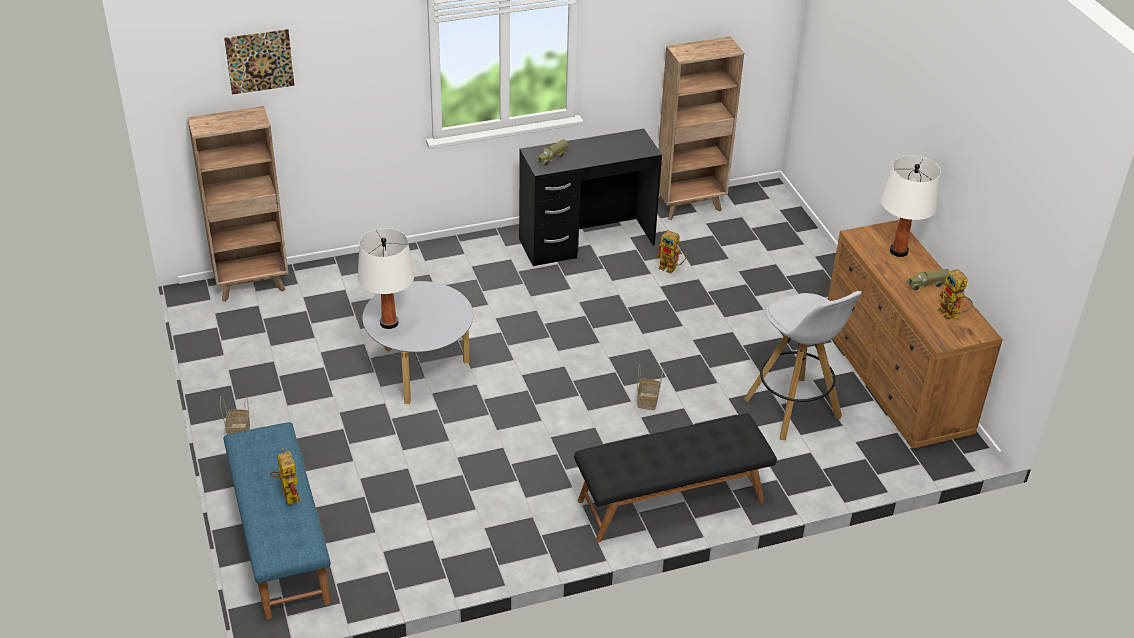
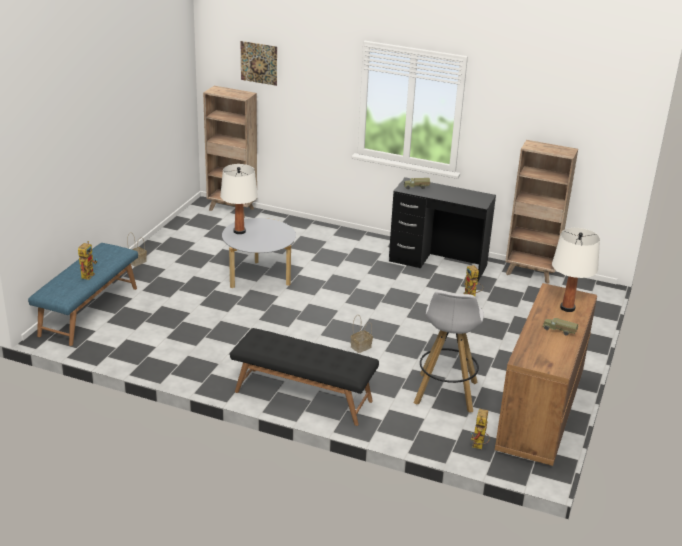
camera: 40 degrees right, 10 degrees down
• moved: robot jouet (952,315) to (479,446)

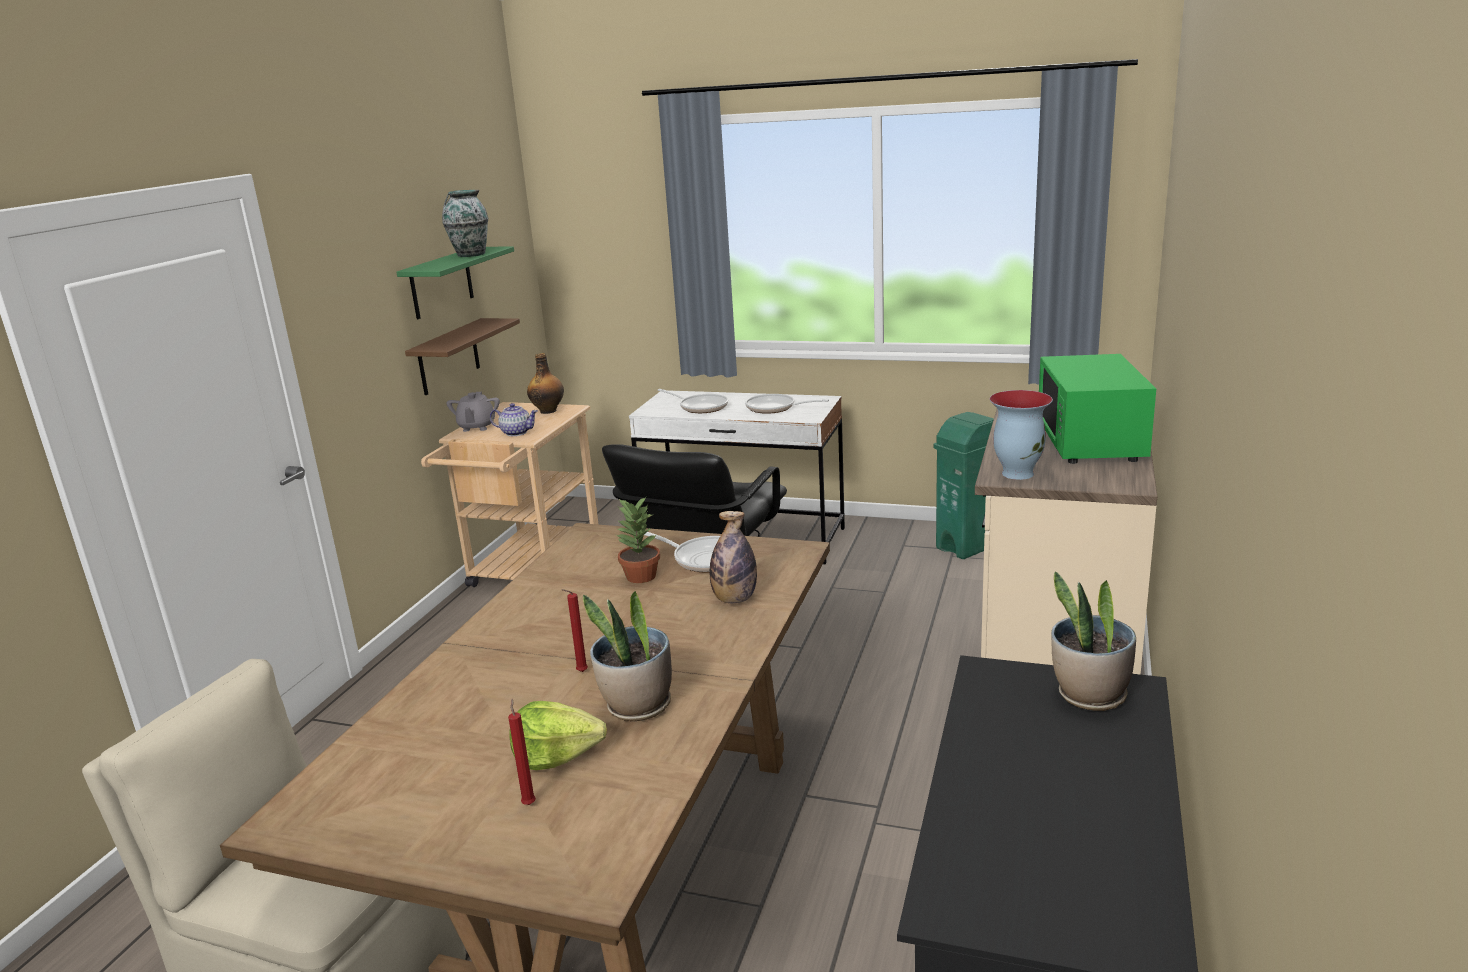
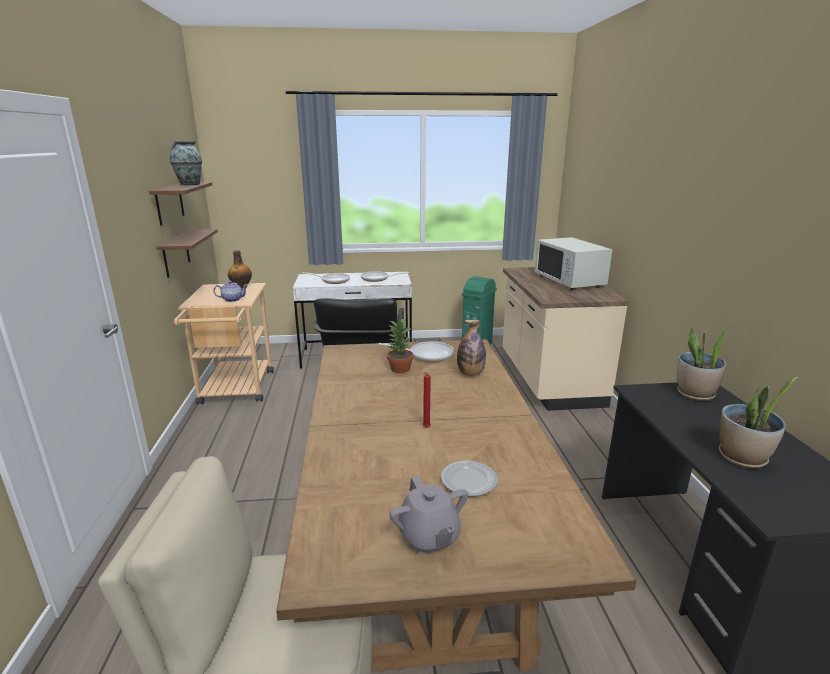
camera: 25 degrees left, 0 degrees up
• recoloured: étagère [vert] (441,283) to étagère [marron] (169,203)
• moved: théière [gris] (476,427) to (429,537)
• replaced: laitue (556,755) to assiette (468,480)
• recoloured: micro-ondes [vert] (1091,443) to micro-ondes [blanc] (569,281)
• moved: plante en pot (637,706) to (742,458)
• removed: bougie [rouge] (529,803)
• removed: vase (1017,473)

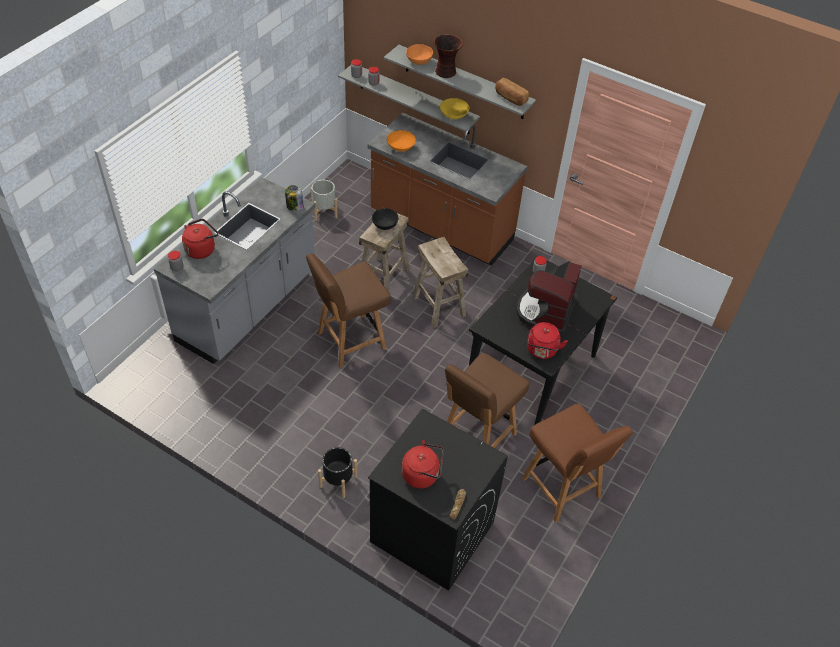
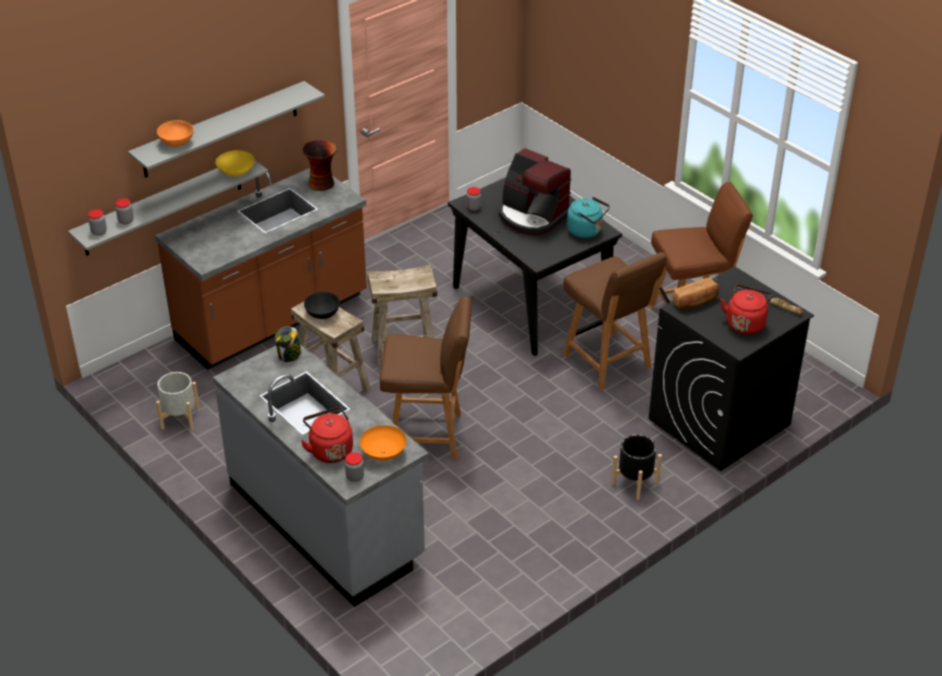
camera: 70 degrees left, 10 degrees down
• moved: vase (446,72) to (322,183)
• moved: bol [orange] (401,148) to (384,453)
• turned: chaise [marron] (350,341) = (428,435) 75 degrees counterclockwise
• recoloured: bouilloire [rouge] (542,351) to bouilloire [turquoise] (586,231)
• moved: pain (510,98) to (695,302)

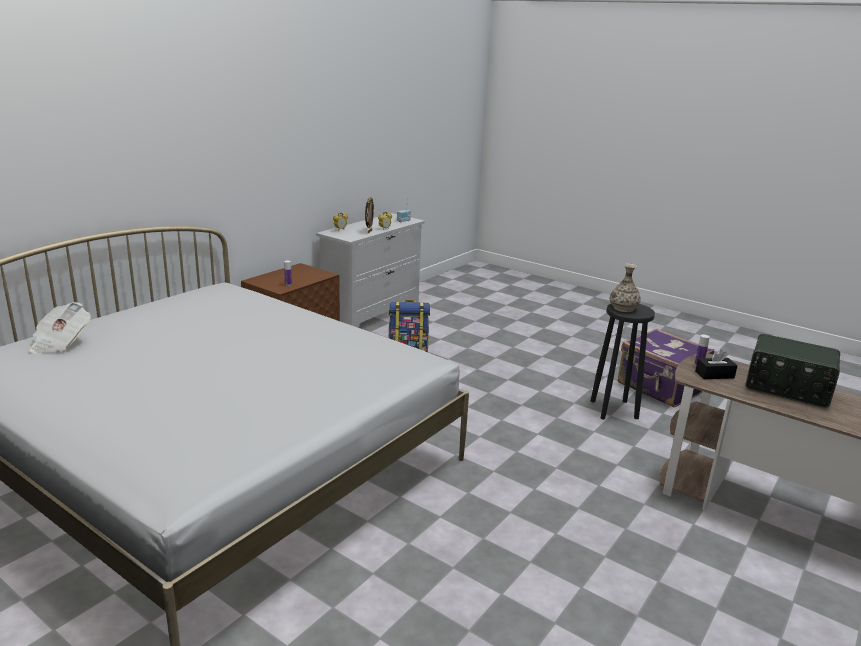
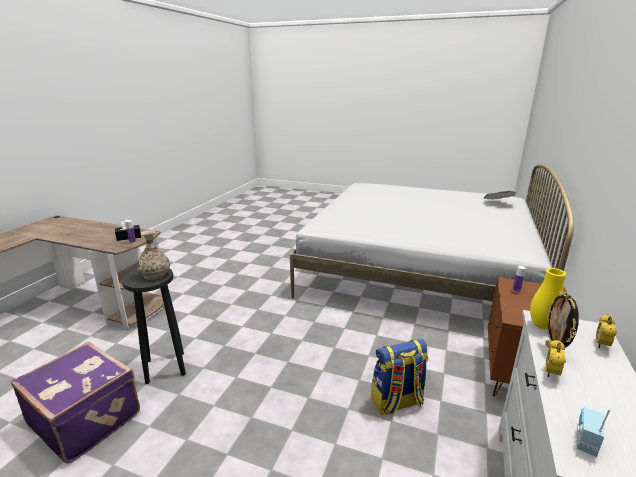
camera: 165 degrees right, 0 degrees up
• added: vase [jaune] (542,326)
• removed: radio (787,389)

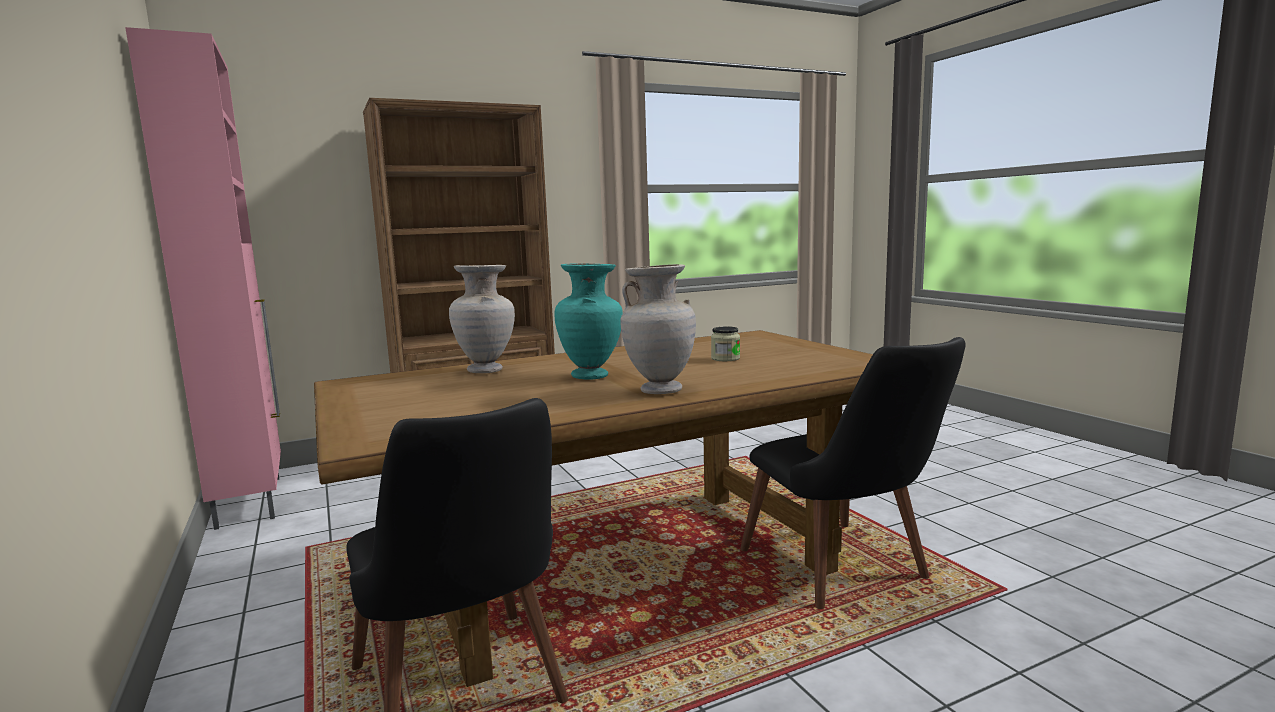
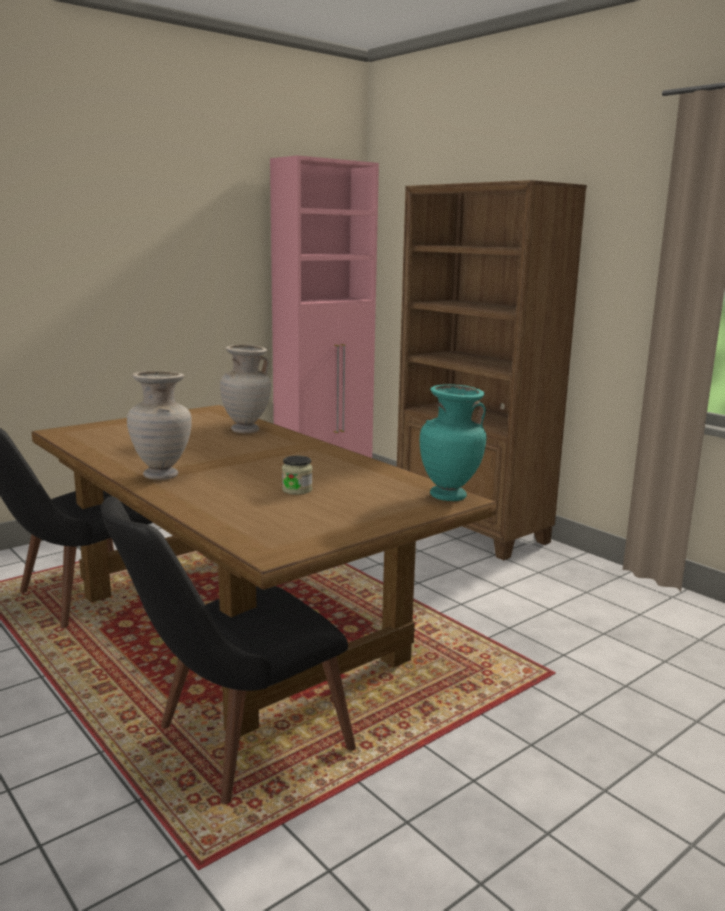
camera: 75 degrees right, 5 degrees up
• moved: vase [turquoise] (591,376) to (449,496)

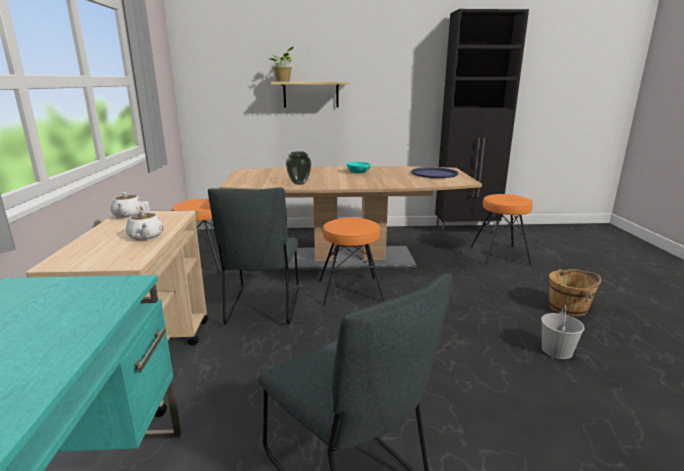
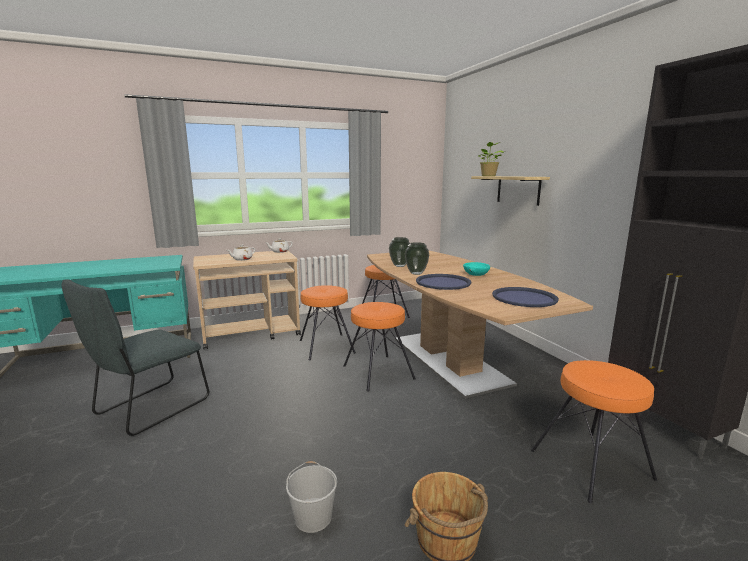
camera: 70 degrees right, 5 degrees down
• replaced: chaise [gris] (263,308) to tabouret [orange] (326,346)
• added: vase (416,273)
• added: plateau [bleu] (443,282)

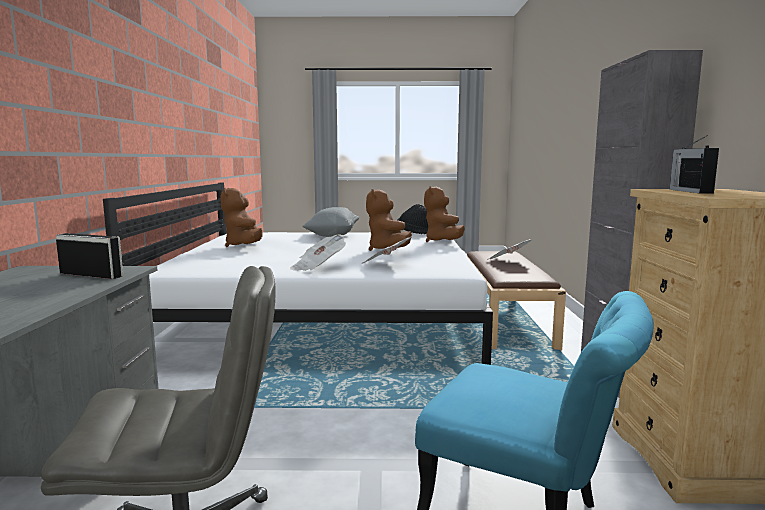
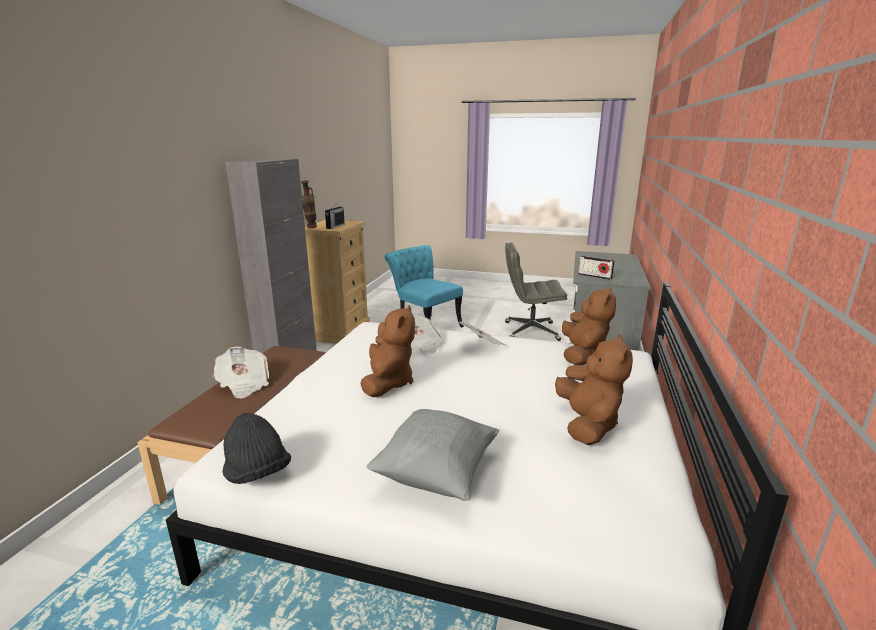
camera: 165 degrees left, 10 degrees up
• added: vase (310,228)
• moved: peluche [marron] (443,242) to (582,355)

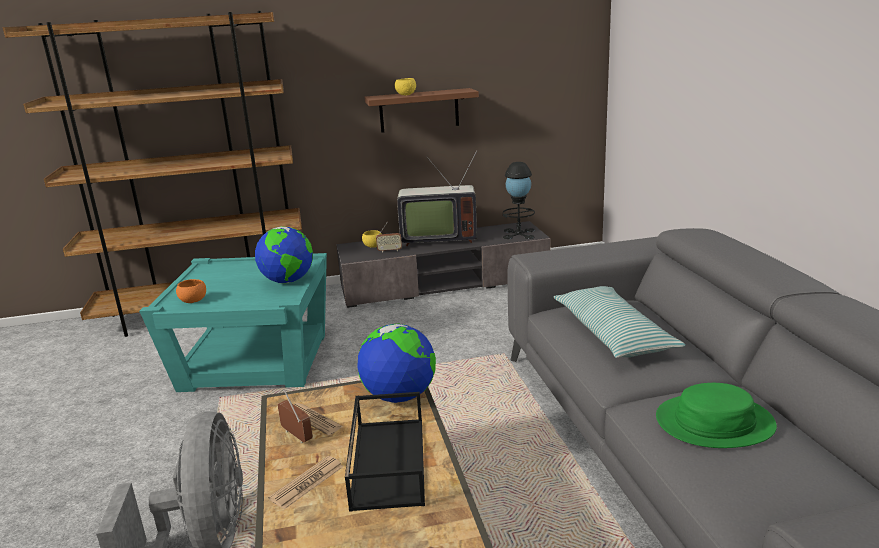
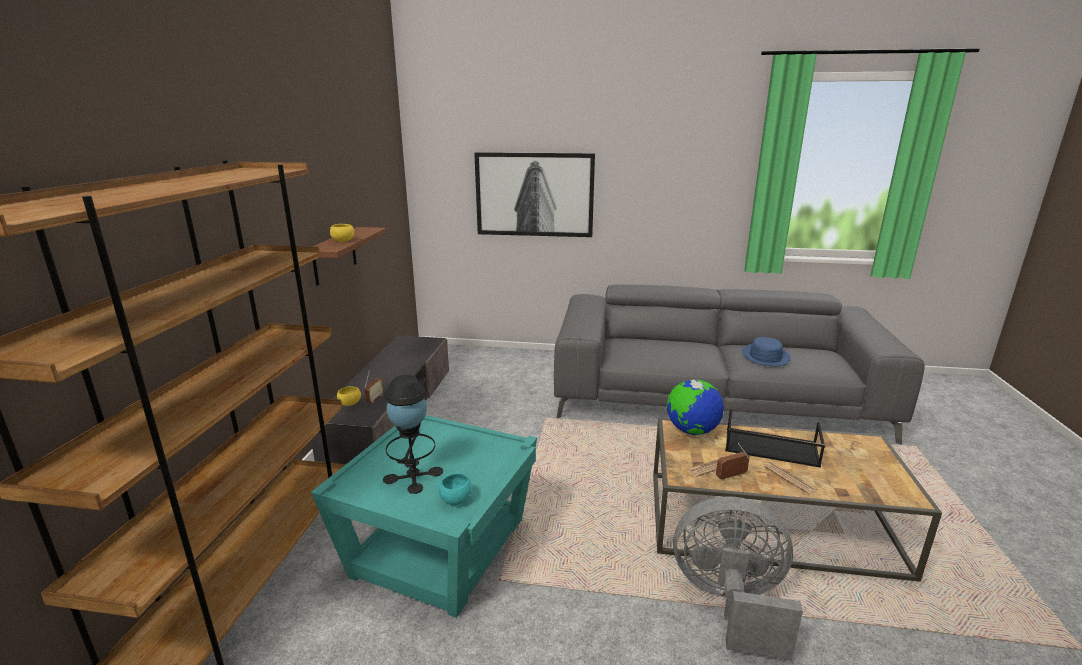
camera: 70 degrees left, 0 degrees up
• moved: lampe de table [noir] (518,234) to (413,475)
• recoloured: bol [orange] (193,301) to bol [turquoise] (456,500)
• added: tableau (534,194)
• recoloured: chapeau [vert] (714,422) to chapeau [bleu] (765,356)
• removed: globe (288,281)
• removed: téléviseur (437,238)
• removed: coussin (613,334)

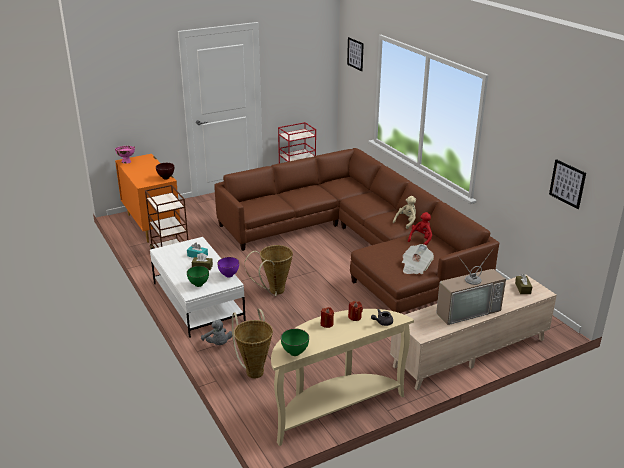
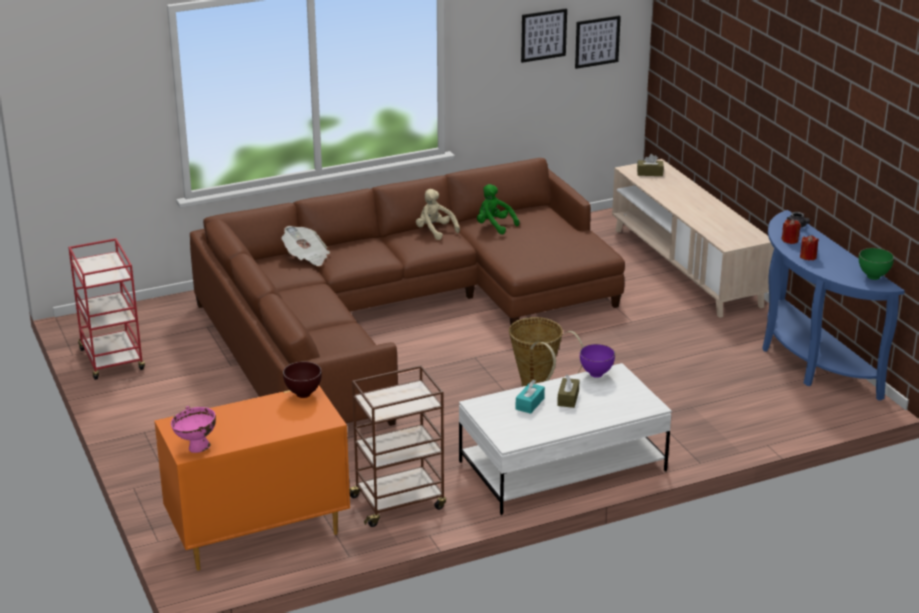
camera: 85 degrees left, 0 degrees up
• moved: journal (415,267) to (306,257)
• recoloured: peluche [rouge] (421,239) to peluche [vert] (494,226)
• moved: tableau (355,54) to (543,35)
• recoloured: table console [beige] (334,408) to table console [bleu] (808,361)
• removed: bol [vert] (199,284)
• removed: peluche [gris] (218,344)
• removed: panier (254,370)
• removed: téléviseur (466,309)

